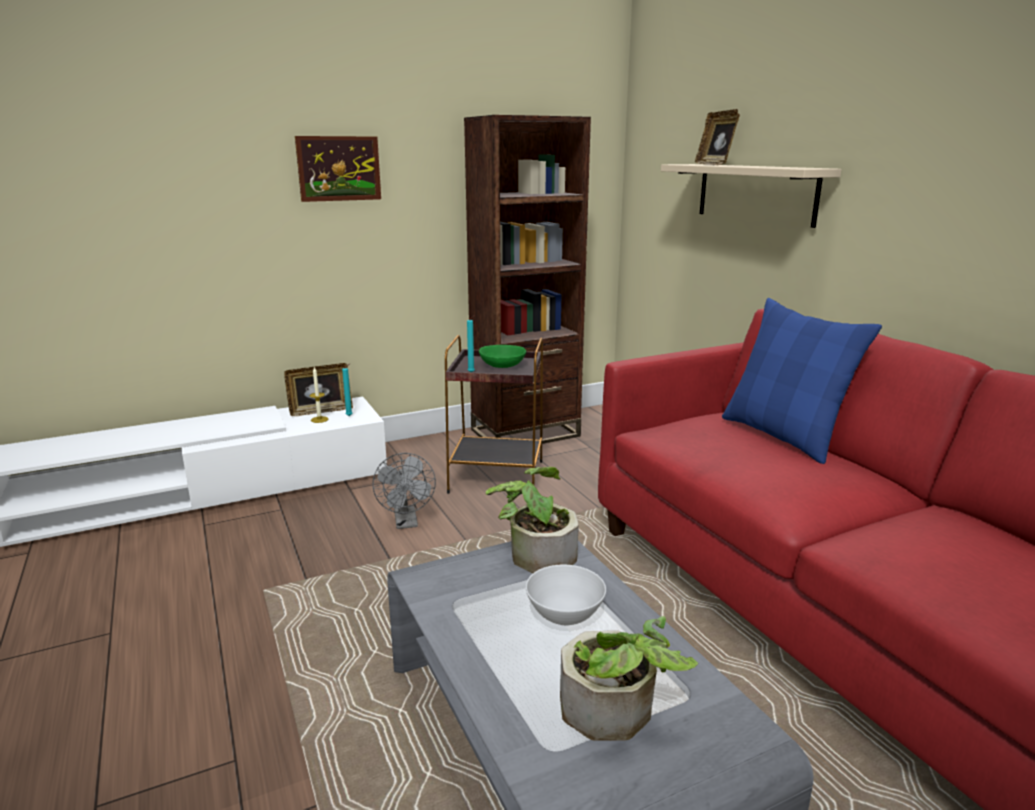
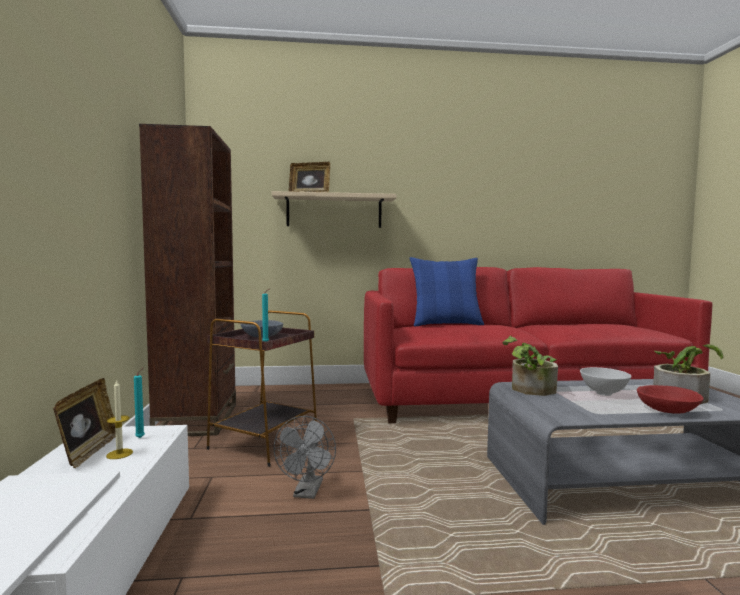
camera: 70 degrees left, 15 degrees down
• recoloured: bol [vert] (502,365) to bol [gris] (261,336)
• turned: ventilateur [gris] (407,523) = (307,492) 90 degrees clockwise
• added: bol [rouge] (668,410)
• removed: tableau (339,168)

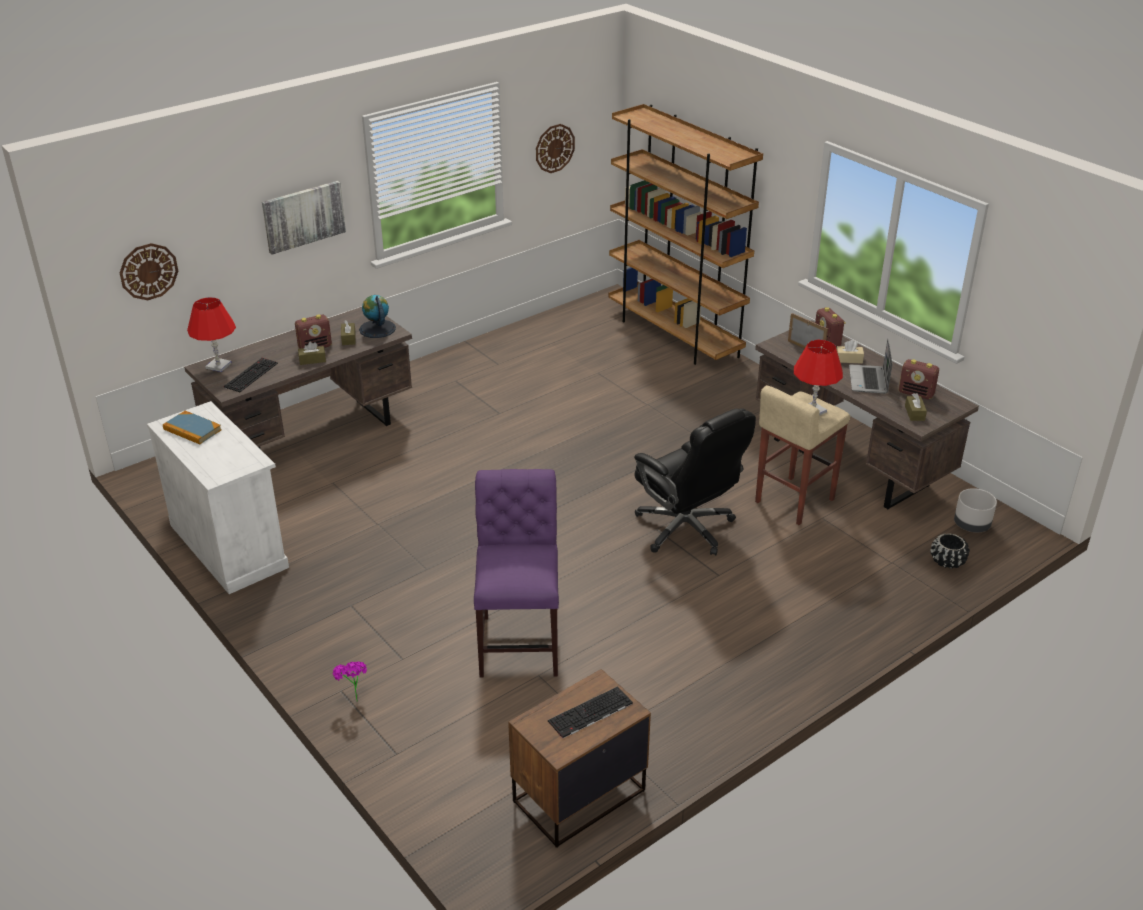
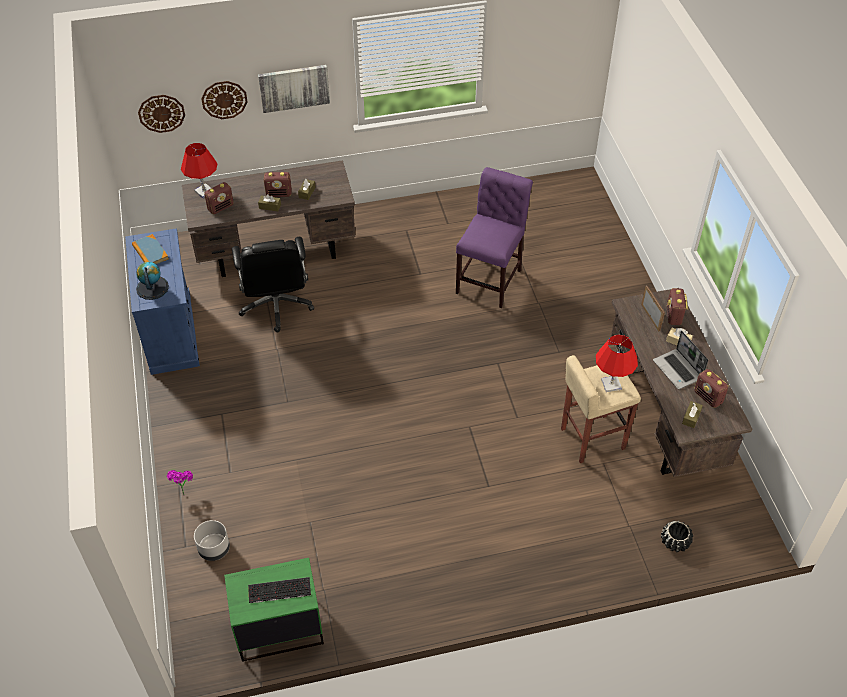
camera: 25 degrees right, 15 degrees up
• recoloured: meuble de rangement [blanc] (229,546) to meuble de rangement [bleu] (171,332)
• moved: globe (377,329) to (152,288)
• moved: cache-pot [gris] (971,525) to (214,549)
• moved: horloge murale (554,148) to (224,99)
• replaced: clavier (251,374) to radio (221,207)
• recoloured: table de chevet [marron] (577,795) to table de chevet [vert] (278,628)
• moved: chaise de bureau [noir] (686,529) to (276,305)
• moved: chaise [violet] (520,640) to (491,279)
• turned: ordinateur portable (869,381) = (678,370) 60 degrees counterclockwise
• removed: bibliothèque [marron] (674,336)

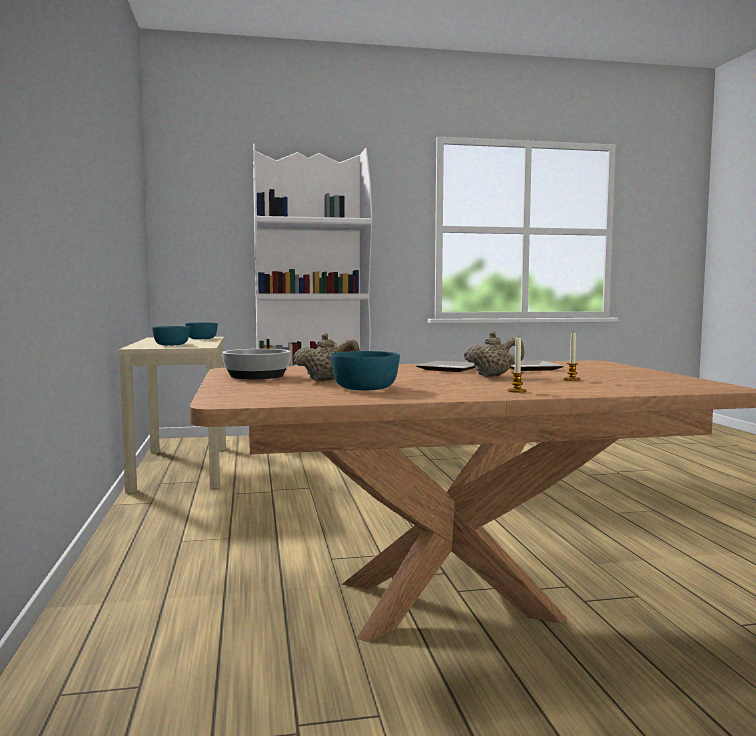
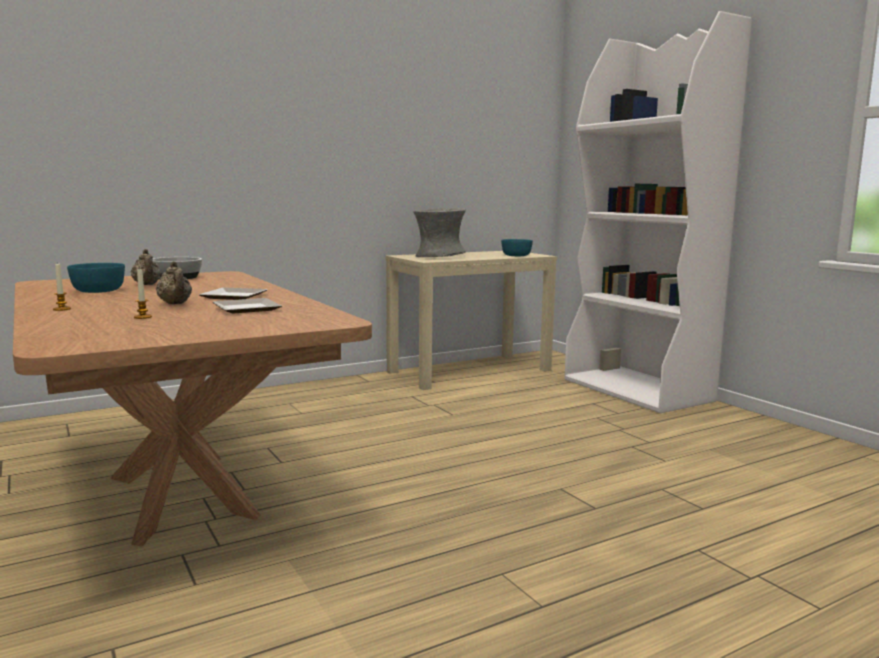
camera: 70 degrees right, 5 degrees up
• replaced: bol [turquoise] (171,344) to vase [gris] (439,256)

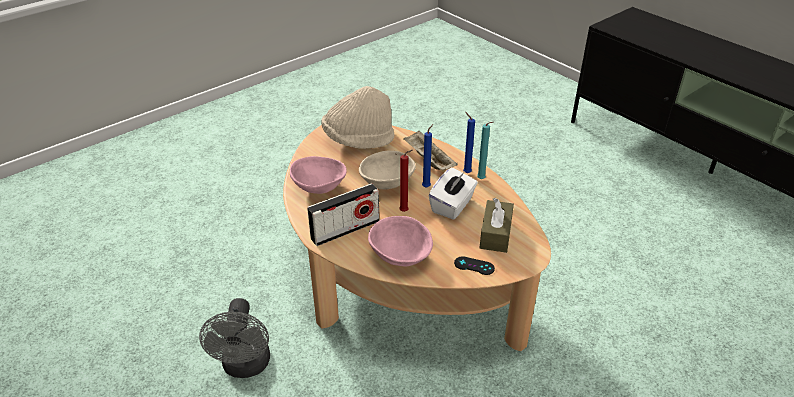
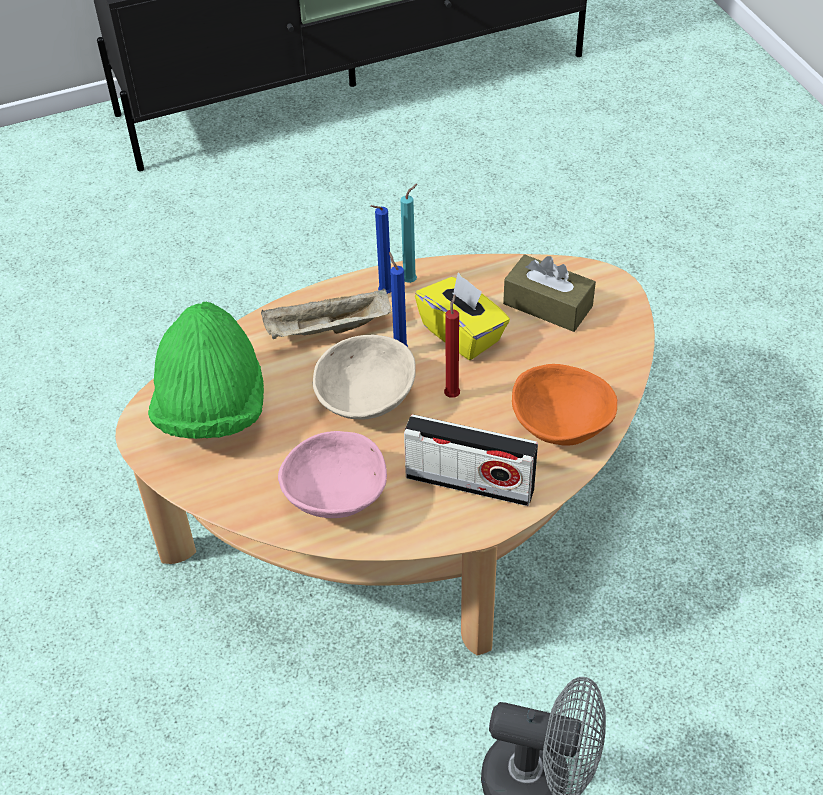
camera: 70 degrees left, 10 degrees up
• recoloured: chapeau [beige] (358,140) to chapeau [vert] (212,409)
• turned: radio (345,230) = (469,483) 120 degrees clockwise
• recoloured: boîte à mouchoirs [blanc] (452,205) to boîte à mouchoirs [jaune] (462,333)
• recoloured: bol [rose] (400,256) to bol [orange] (560,426)
• removed: manette [noir] (474,266)

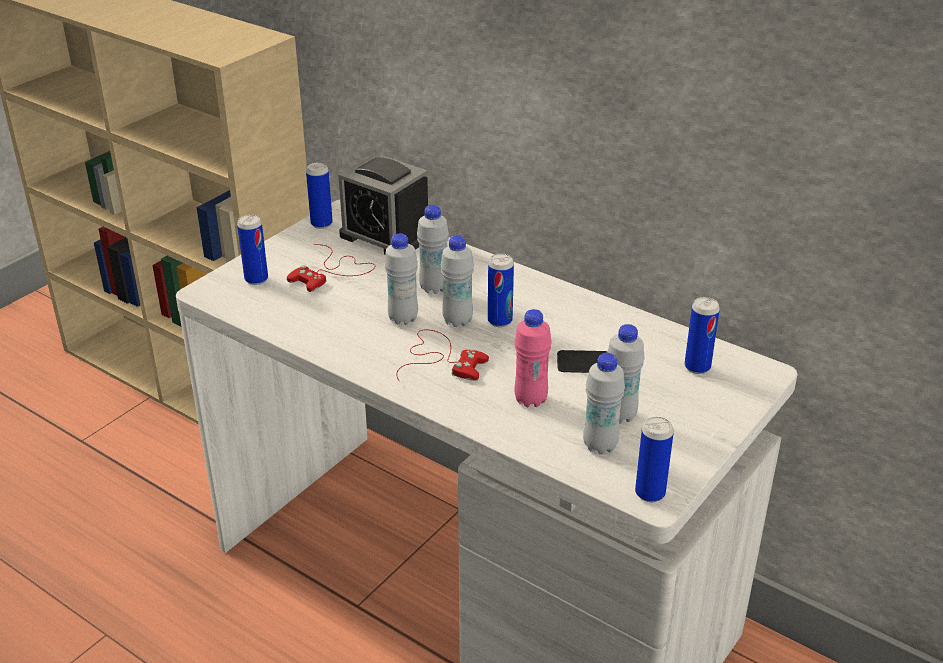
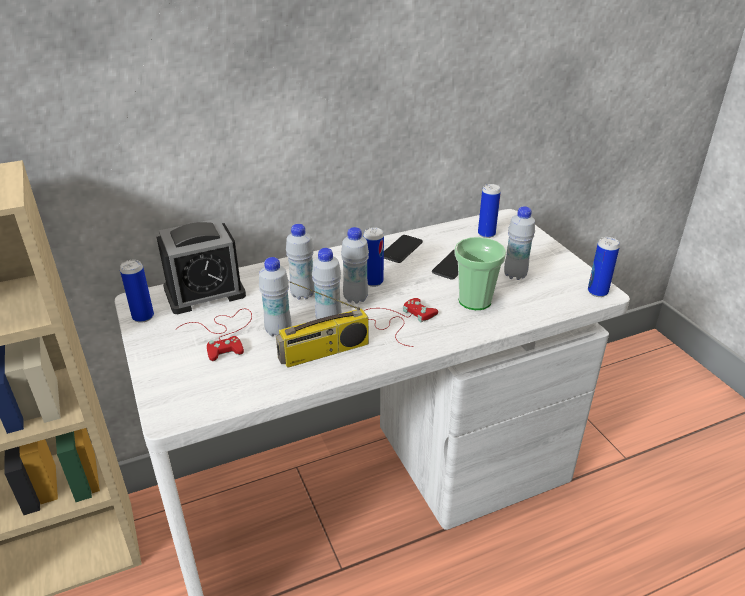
camera: 60 degrees left, 0 degrees up
• moved: bouteille [blanc] (600,445) to (278,331)
• added: radio (324,352)
• added: téléphone (401,249)
• replaced: bouteille [rose] (530,400) to tasse (474,301)
• removed: boîte métallique (256,279)

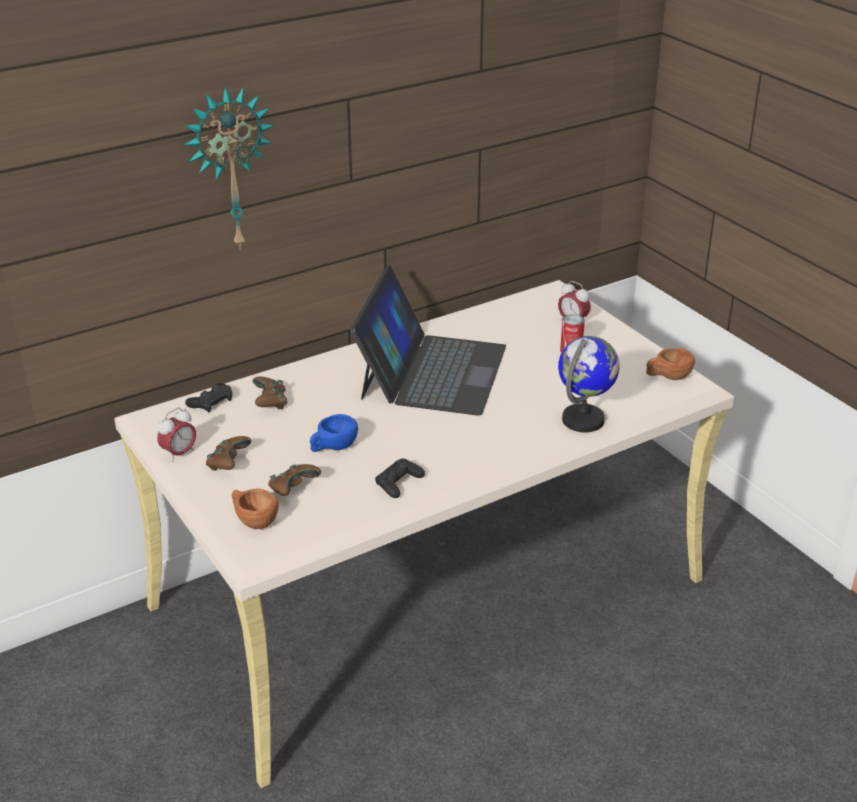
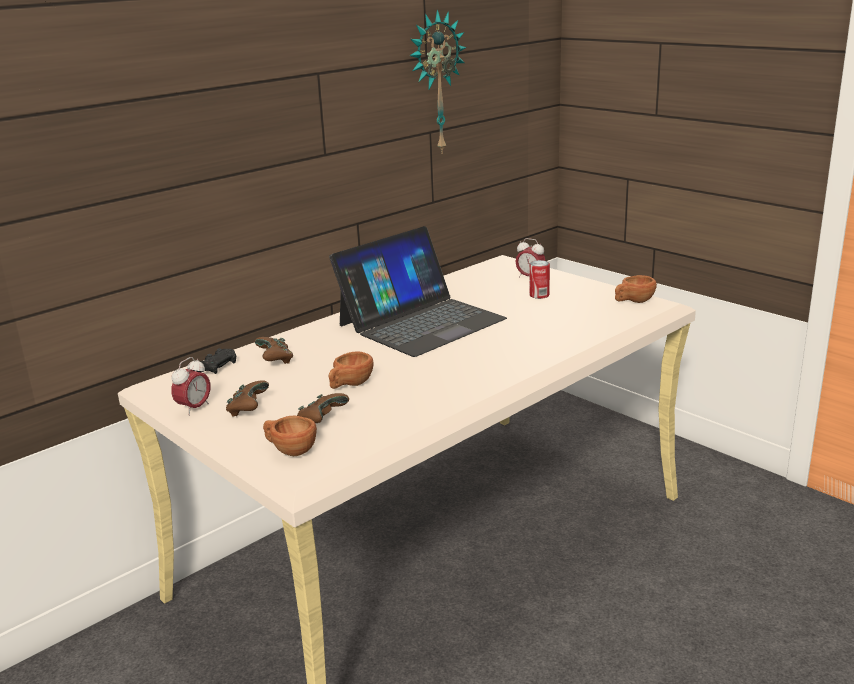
camera: 10 degrees left, 10 degrees down
• turned: ordinateur portable (432,372) = (421,322) 45 degrees clockwise
• recoloured: tasse [bleu] (333,448) to tasse [marron] (350,385)
• moved: horloge murale (229,169) to (435,83)
• removed: manette [noir] (398,483)
• removed: globe (583,420)

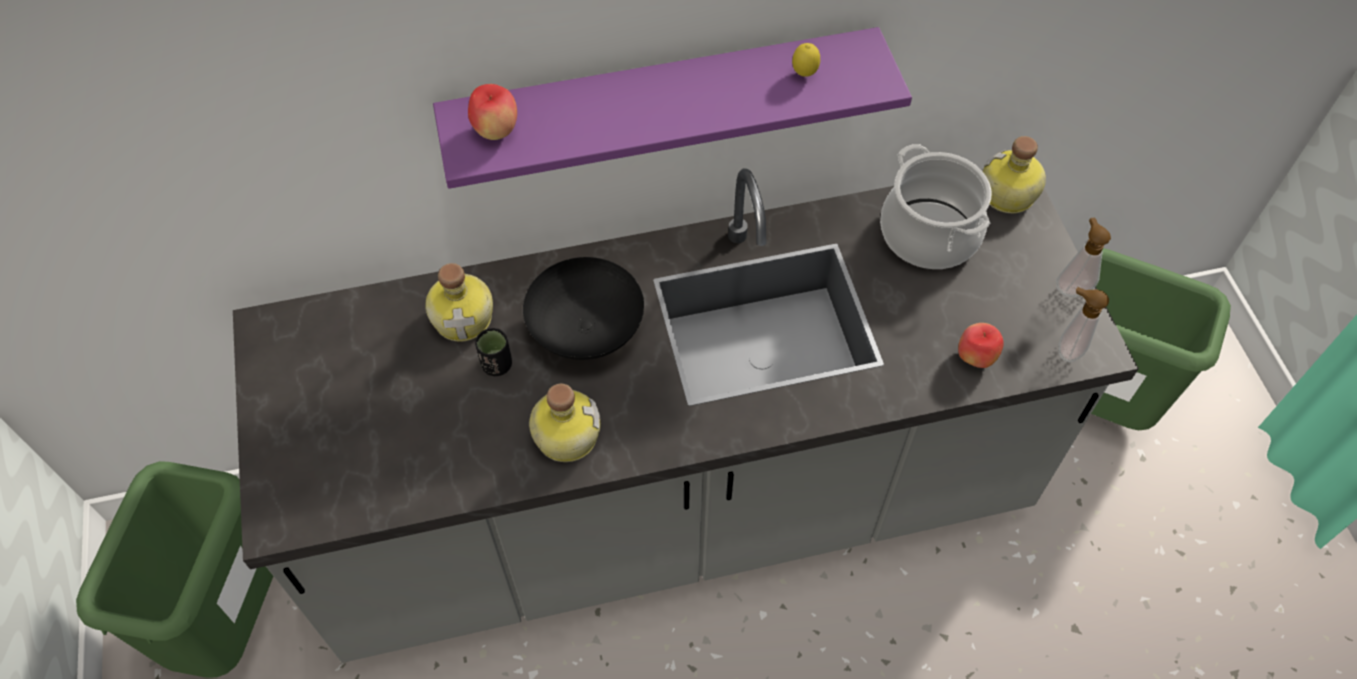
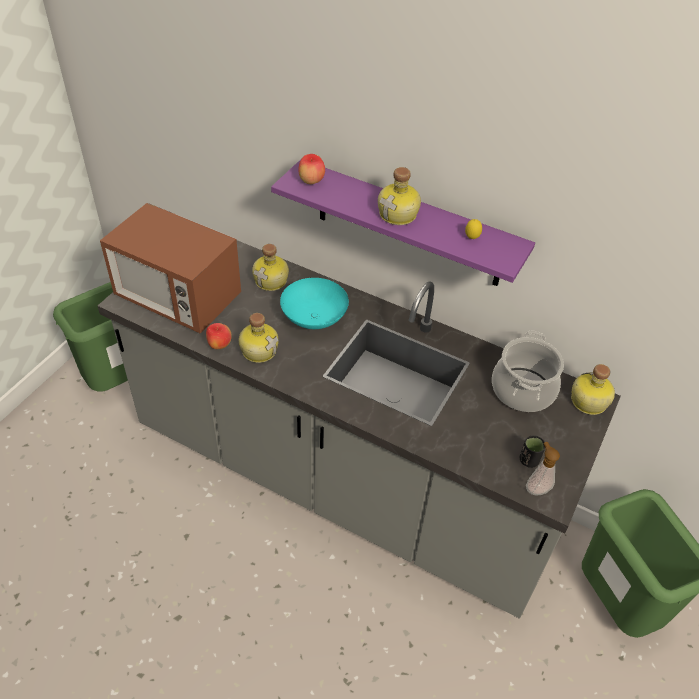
camera: 40 degrees right, 10 degrees down
• added: micro-ondes (178,298)
• moved: pomme (975,358) to (219,345)
• recoloured: bol [noir] (588,331) to bol [turquoise] (314,319)
• added: bouteille (399,214)
• moved: tasse [noir] (497,365) to (528,460)
• removed: distributeur de savon (1071,287)

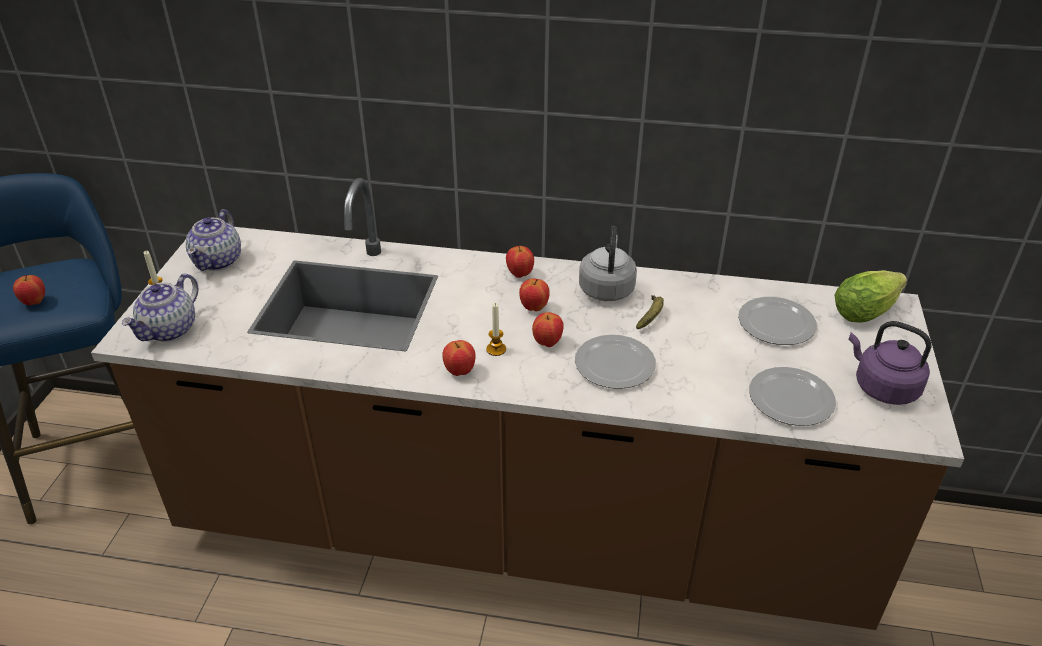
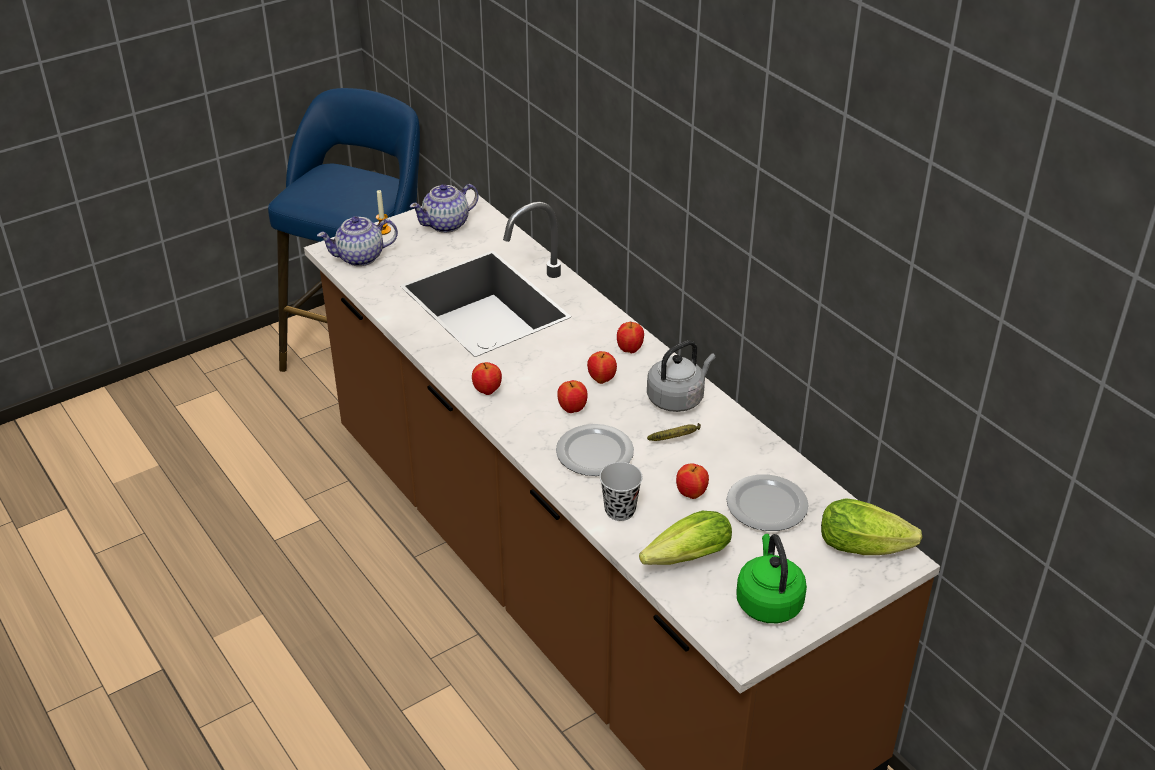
camera: 45 degrees right, 0 degrees up
• added: tasse [noir] (620,510)
• replaced: assiette (792,398) to laitue (683,559)
• moved: pomme (35,302) to (691,494)
• recoloured: bouilloire [violet] (882,387) to bouilloire [vert] (768,601)
• removed: bougie (496,349)

